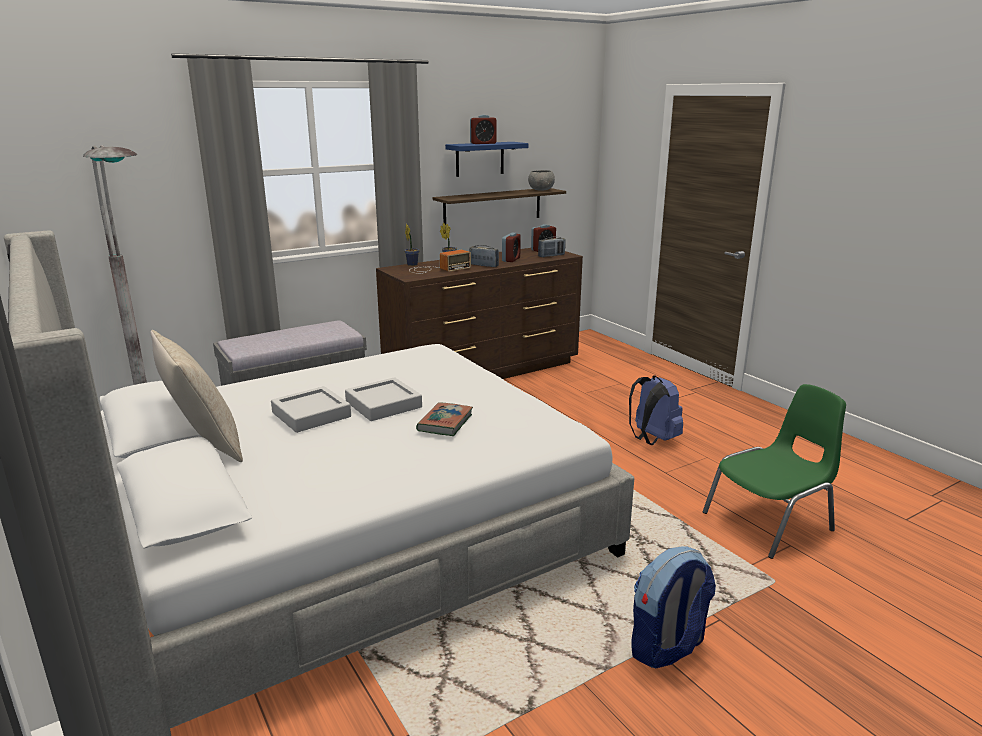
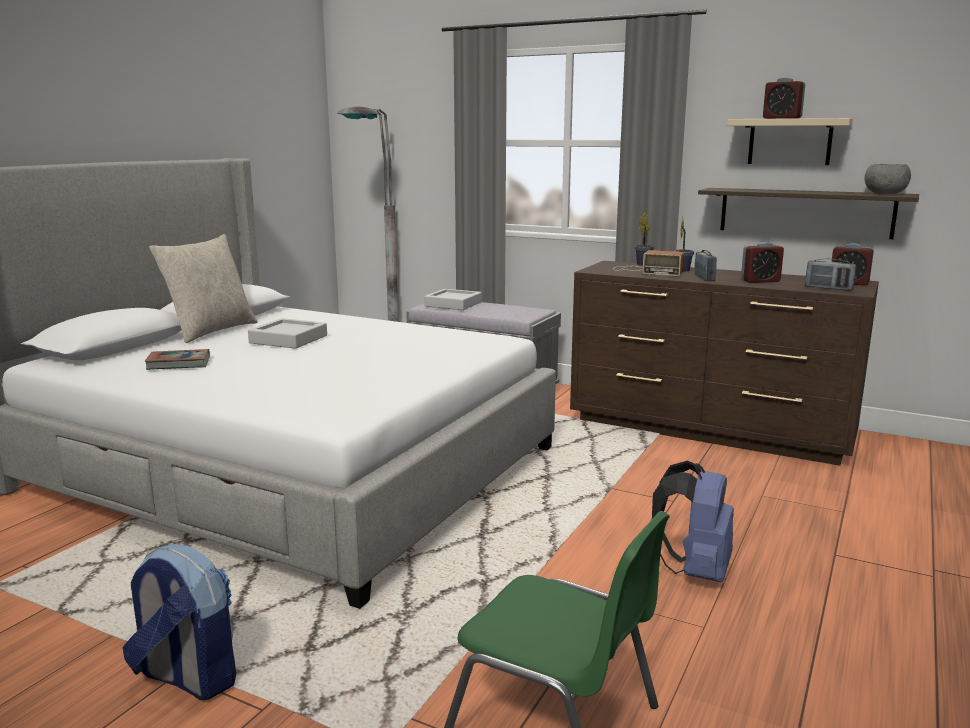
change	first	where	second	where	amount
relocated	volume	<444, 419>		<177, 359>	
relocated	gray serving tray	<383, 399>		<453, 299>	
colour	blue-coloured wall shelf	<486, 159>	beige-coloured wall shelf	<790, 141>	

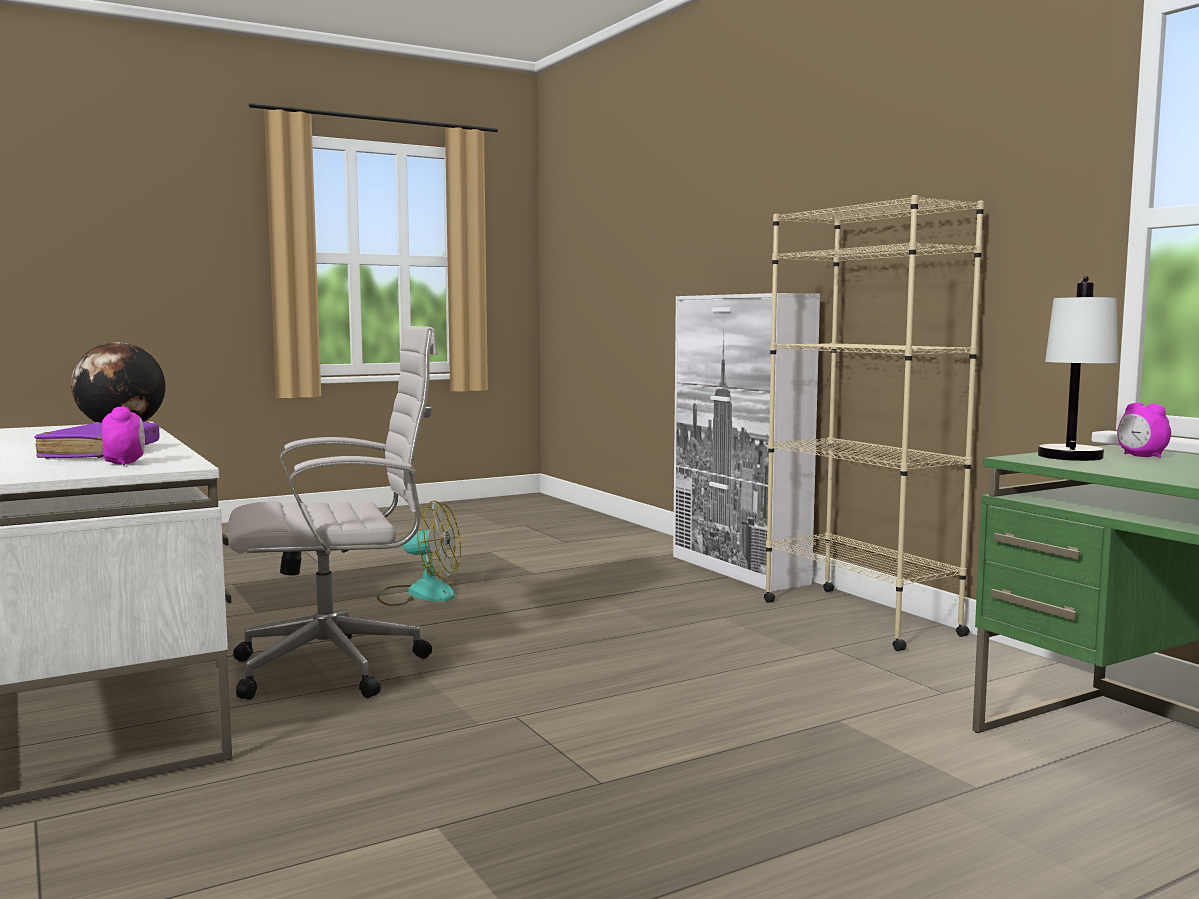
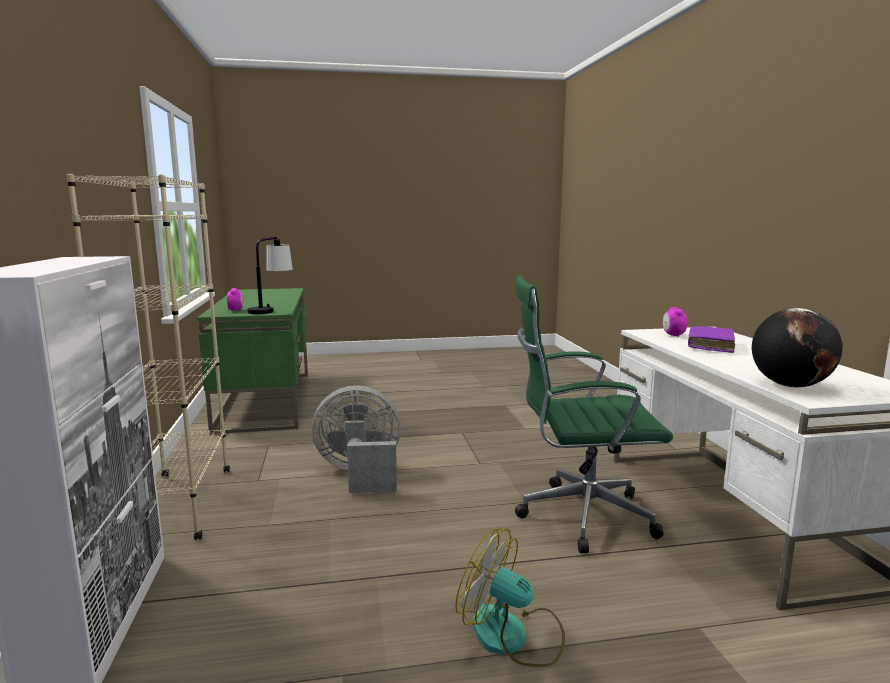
change	first	where	second	where	amount
appeared			gray cooling fan	<356, 439>	
colour	whitish office chair	<332, 513>	greenish office chair	<594, 414>	

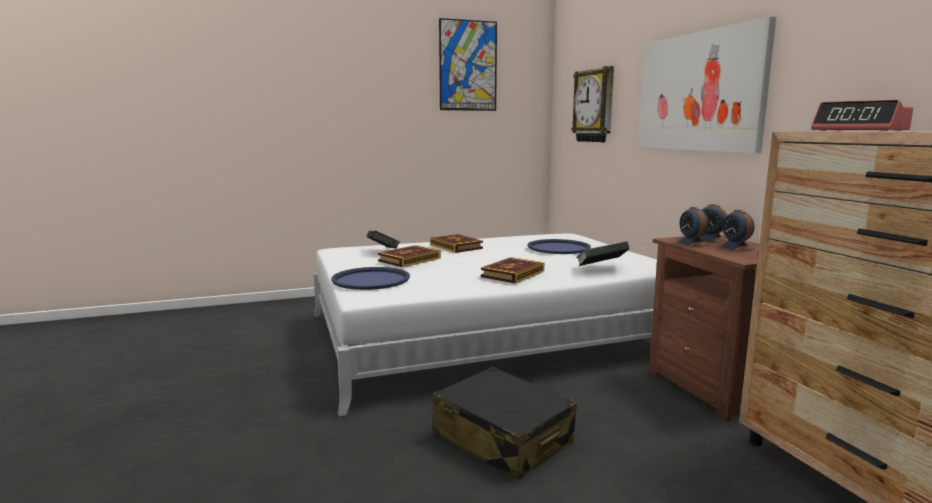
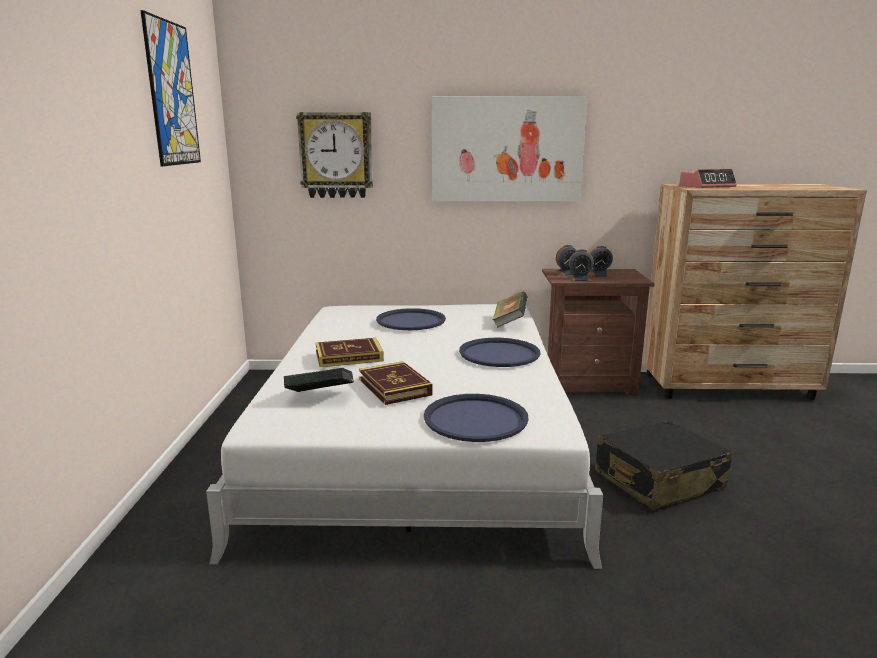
change	first	where	second	where	amount
exchanged	volume	<512, 270>	blue-coloured serving tray	<499, 352>	

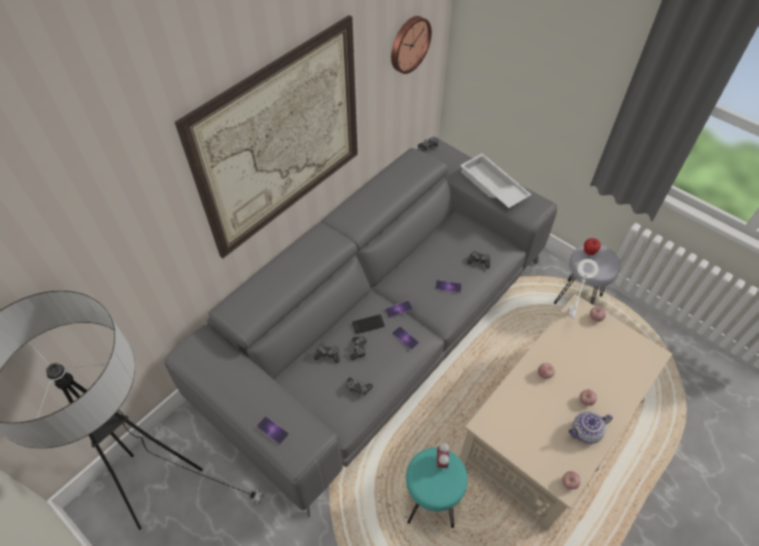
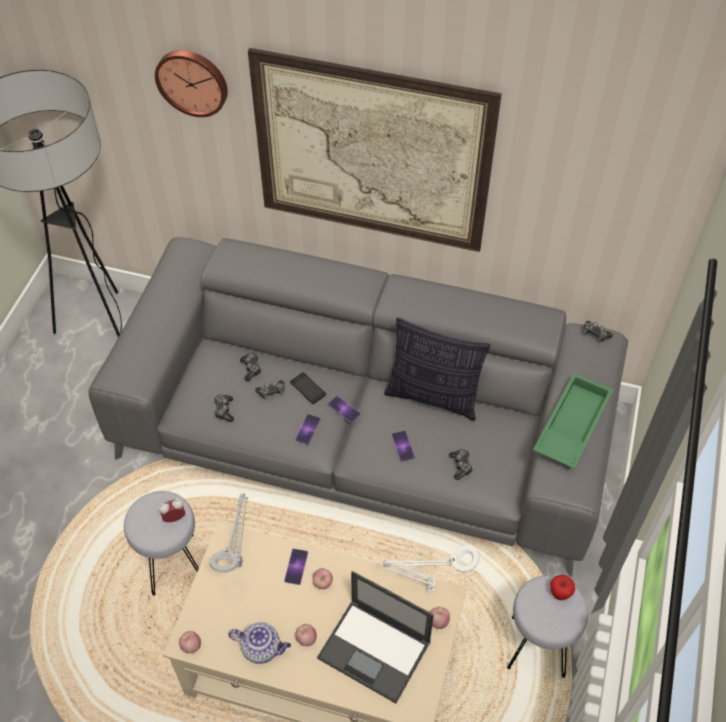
change	first	where	second	where	amount
colour	blue-green sitting stool	<437, 487>	gray sitting stool	<161, 543>	
relocated	clock on the wall	<411, 45>		<191, 83>	
appeared			gray lamp for a table	<228, 533>	
spun	teapot	<591, 427>		<259, 643>	150 degrees clockwise
relocated	phone	<272, 430>		<296, 567>	
appeared			notebook computer	<375, 637>	
appeared			cushion	<437, 369>	
colour	whitish serving tray	<496, 181>	greenish serving tray	<573, 421>	

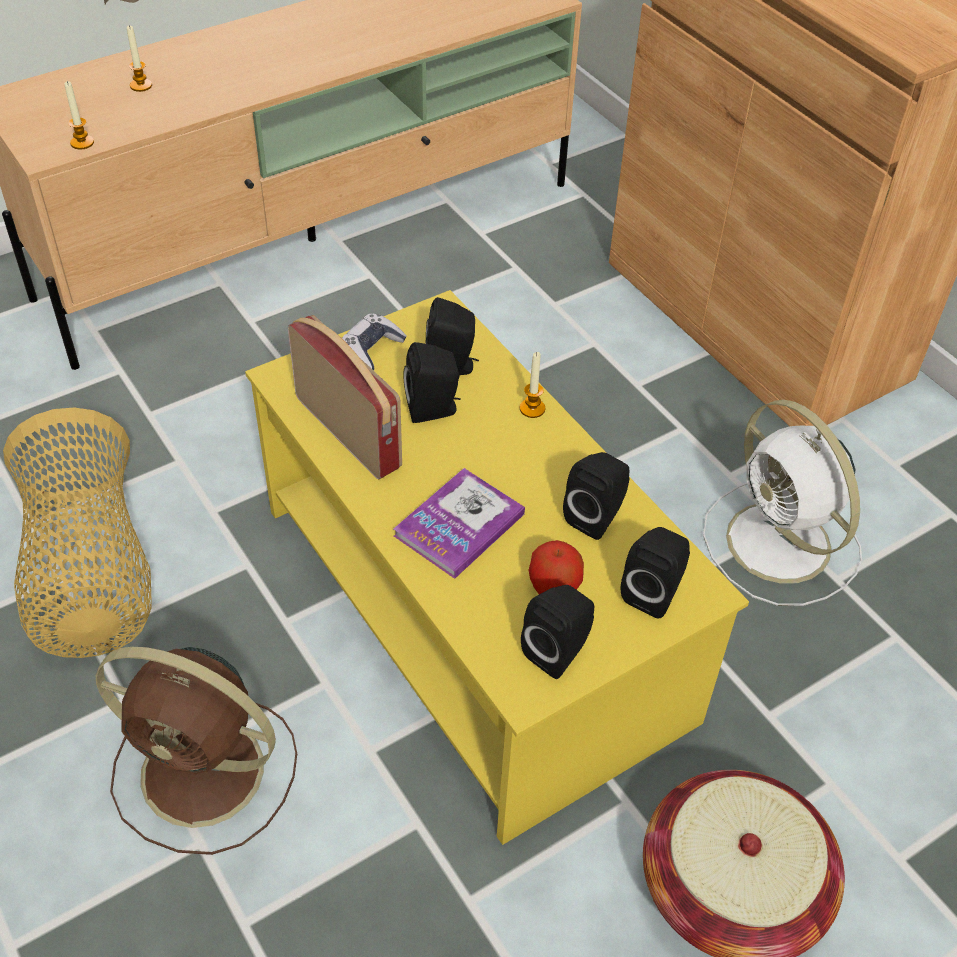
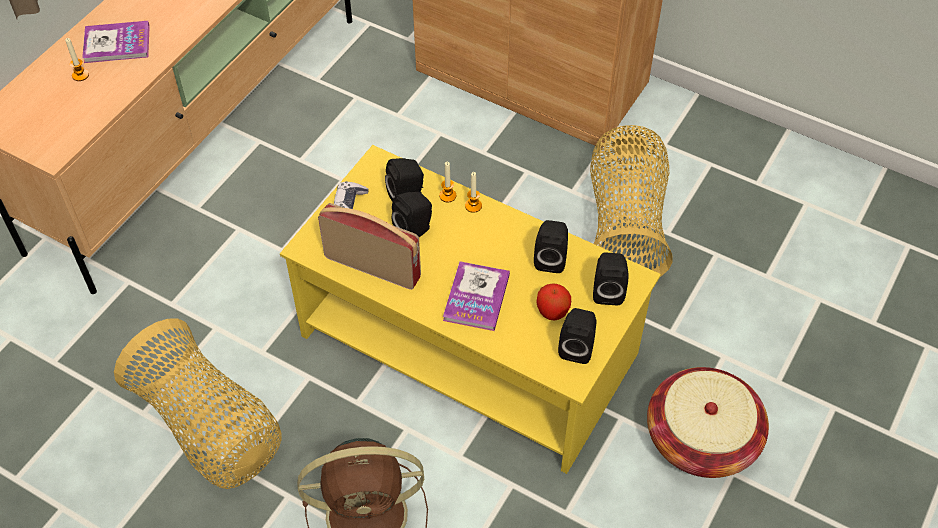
change	first	where	second	where	amount
appeared			volume	<116, 42>	
relocated	wax candle	<79, 115>		<447, 182>	
exchanged	whitish cooling fan	<782, 503>	basket	<631, 201>	

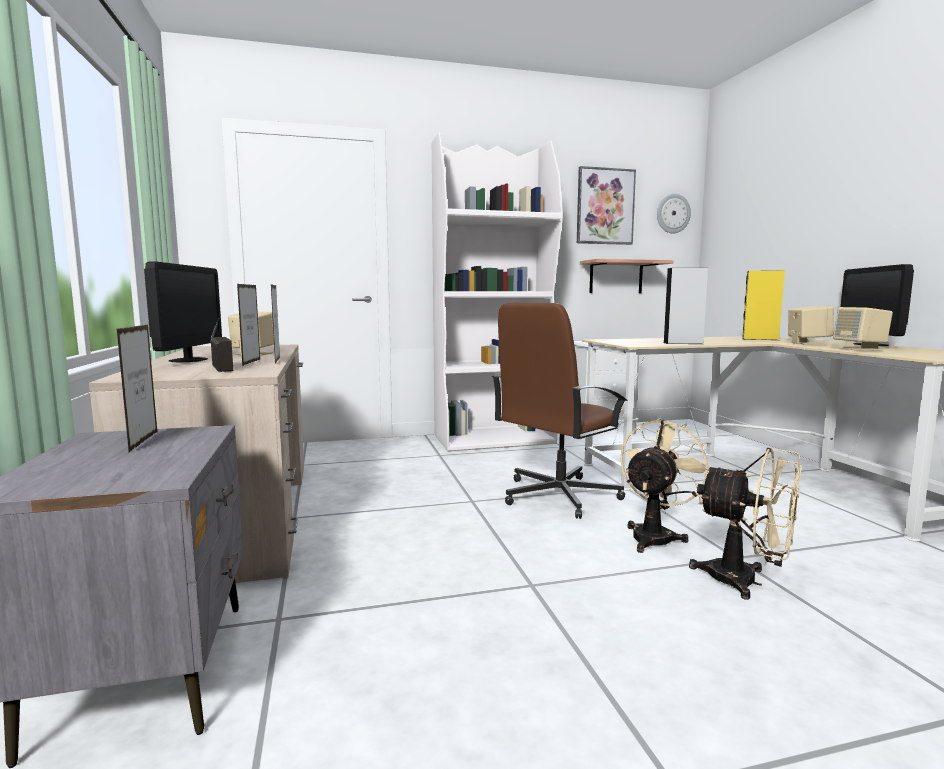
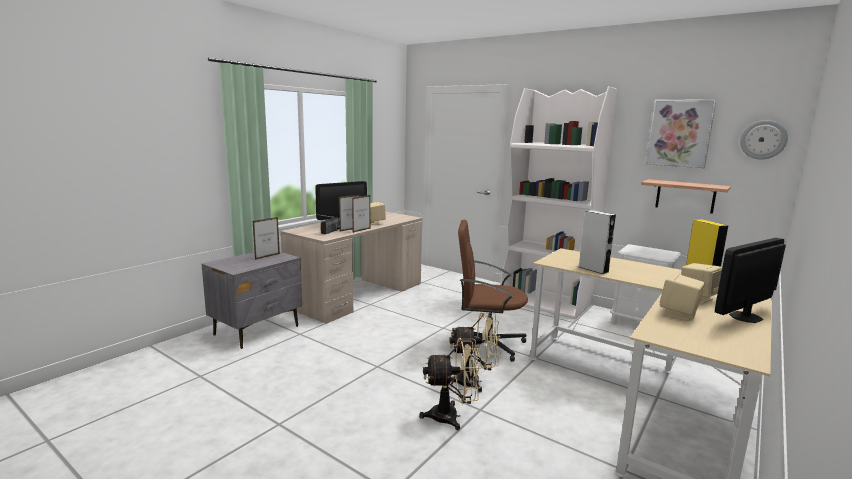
change	first	where	second	where	amount
spun	beige-coloured cooling fan	<745, 524>		<450, 384>	90 degrees counterclockwise

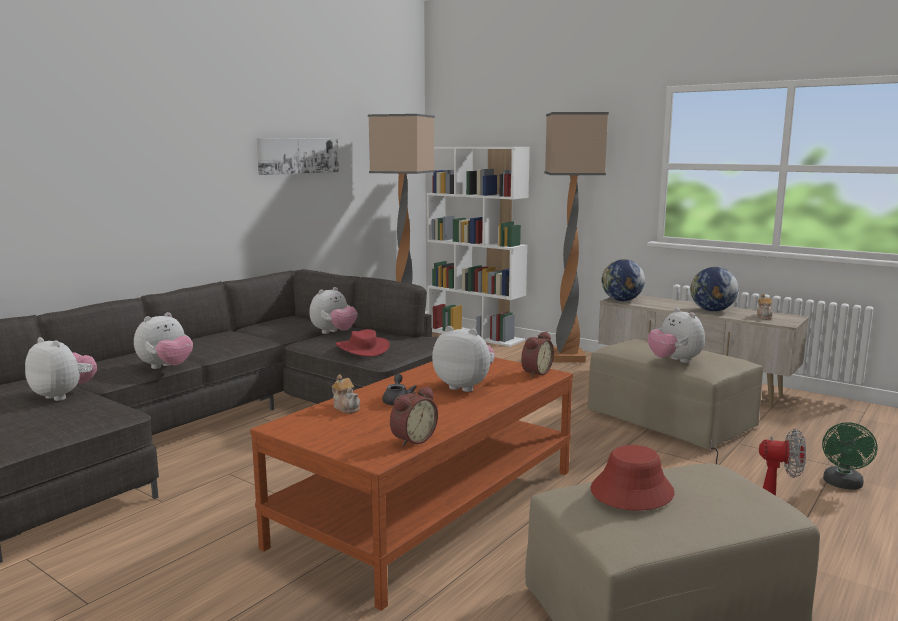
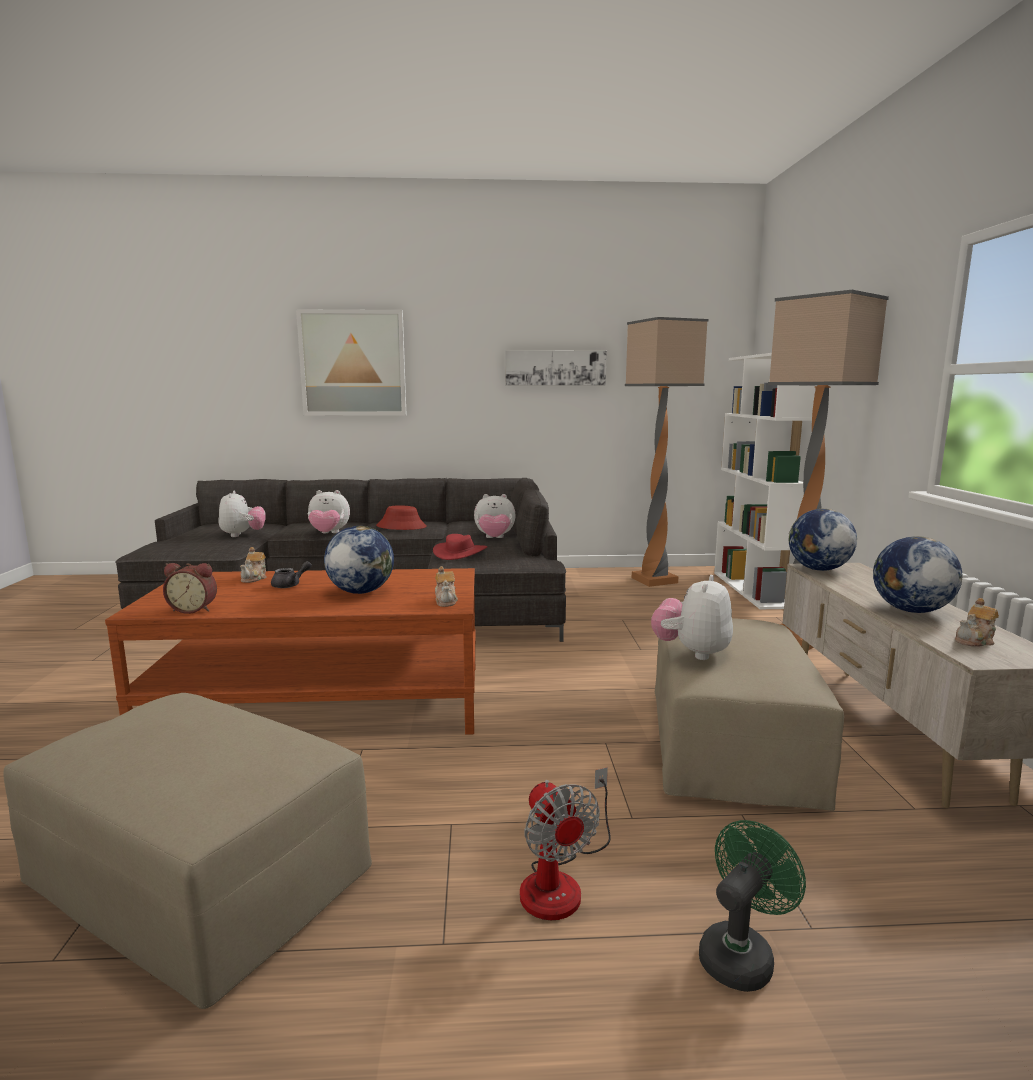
change	first	where	second	where	amount
appeared			picture	<351, 362>	
exchanged	cuddly toy	<463, 359>	globe	<359, 560>	
relocated	reddish clothing hat	<633, 477>		<401, 517>	
exchanged	table clock	<537, 354>	teapot	<446, 586>	
spun	greenish cooling fan	<849, 456>		<752, 906>	150 degrees clockwise

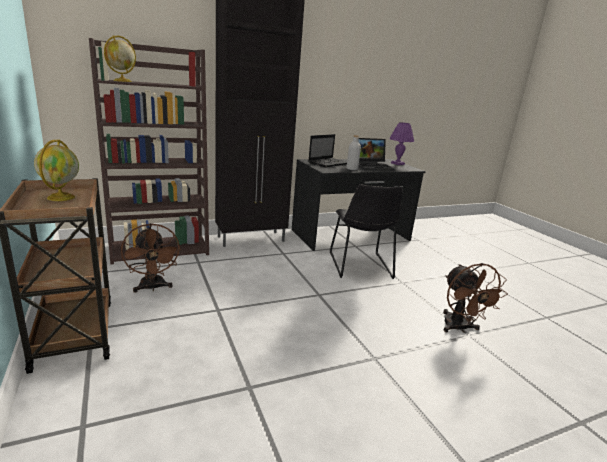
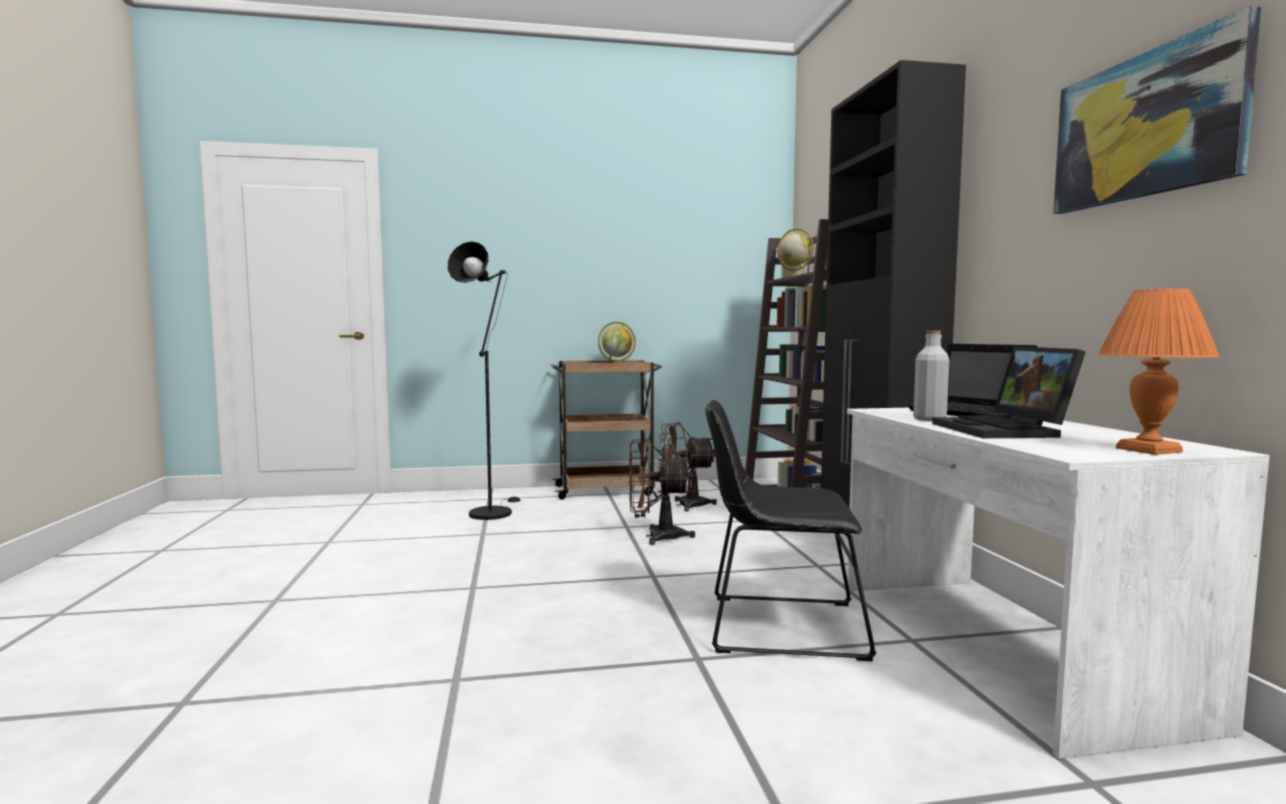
change	first	where	second	where	amount
appeared			black standard lamp	<484, 381>	
relocated	brown cooling fan	<475, 298>		<662, 491>	
colour	black desk table	<359, 205>	whitish desk table	<1058, 583>	
appeared			picture	<1157, 110>	
colour	purple lamp for a table	<401, 143>	orangey lamp for a table	<1159, 372>	

